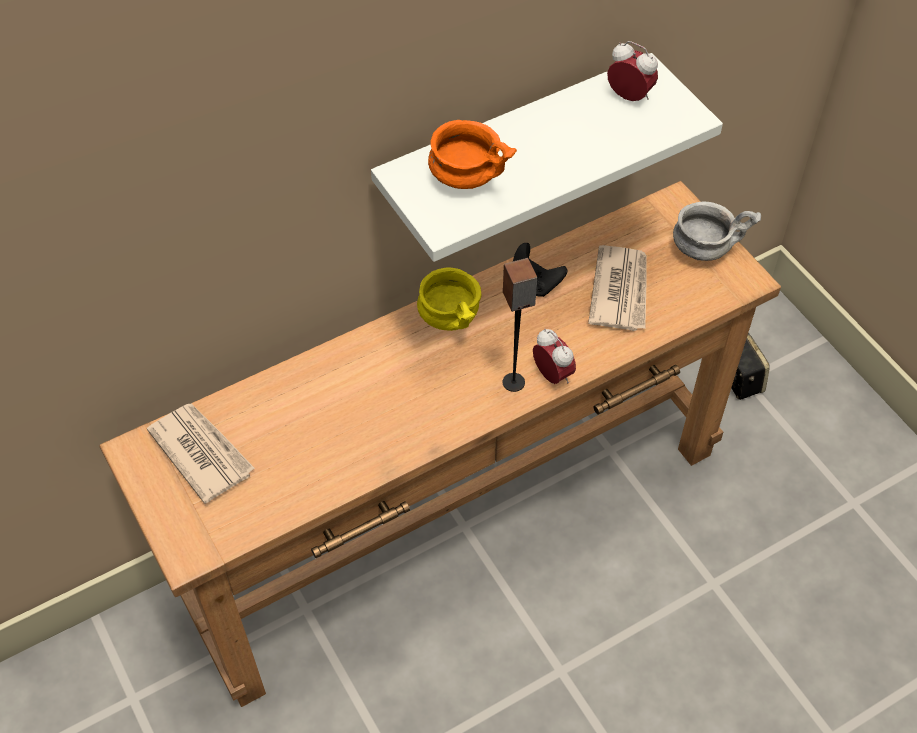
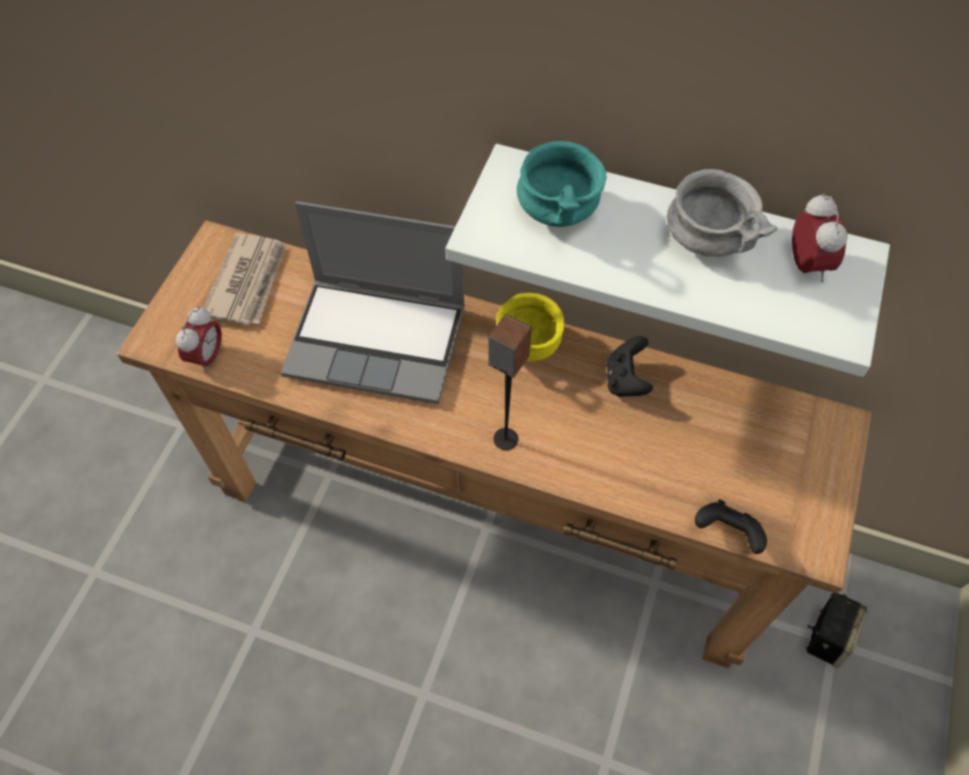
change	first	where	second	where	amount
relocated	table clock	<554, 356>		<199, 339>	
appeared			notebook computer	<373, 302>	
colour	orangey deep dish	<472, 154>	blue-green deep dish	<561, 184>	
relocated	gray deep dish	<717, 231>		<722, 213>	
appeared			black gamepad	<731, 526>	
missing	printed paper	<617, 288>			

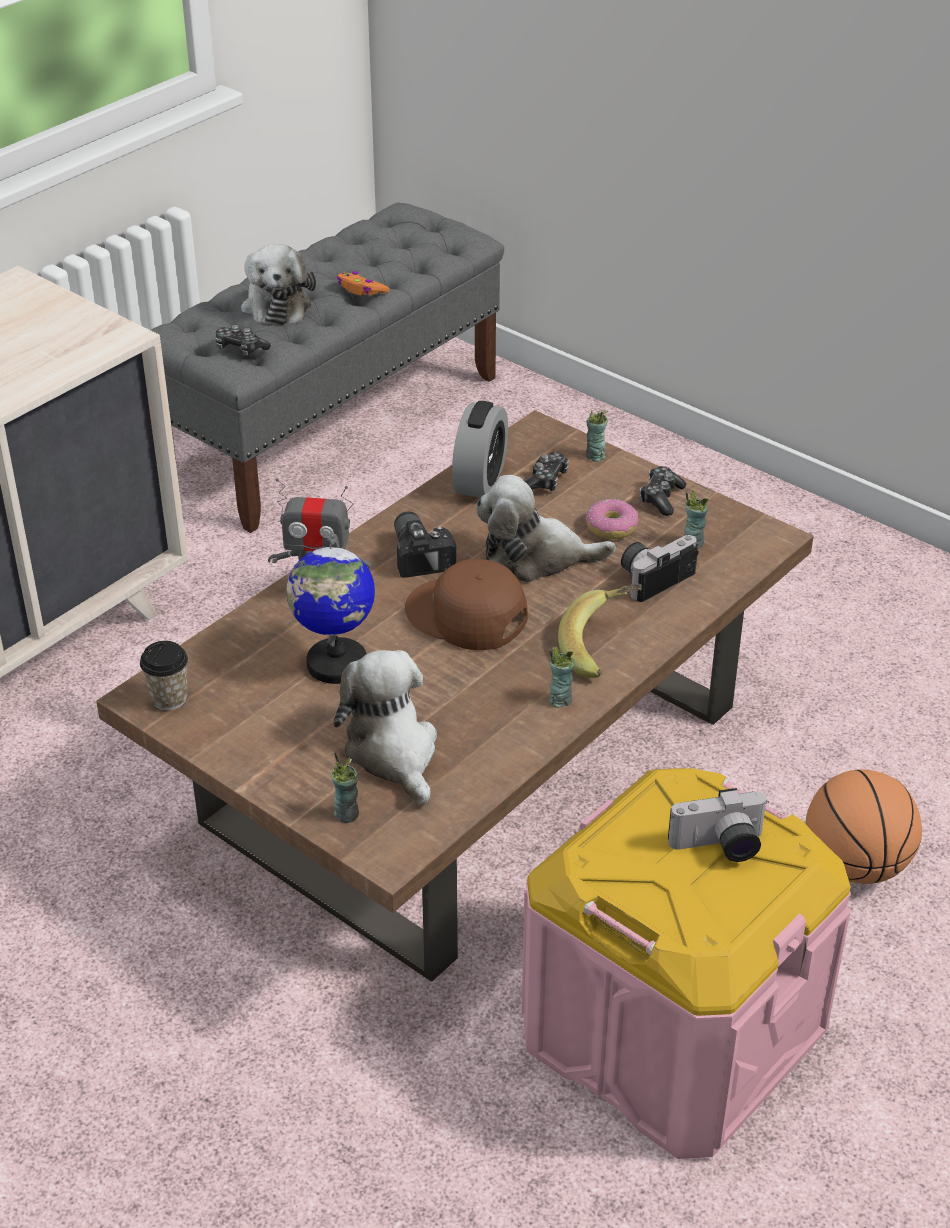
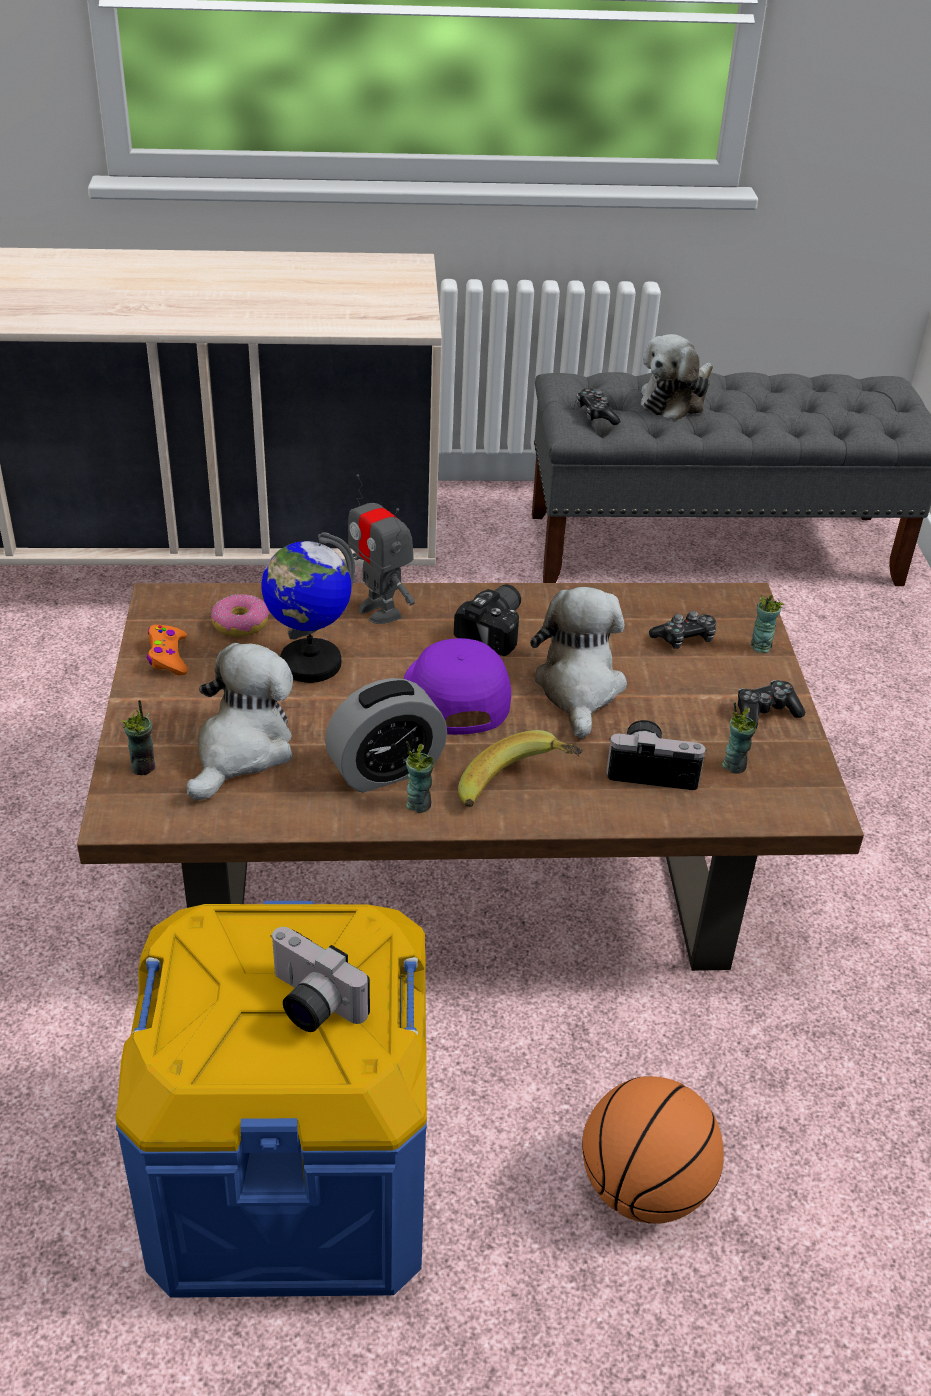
change	first	where	second	where	amount
colour	pink storage container	<686, 963>	blue-coloured storage container	<271, 1099>	
relocated	orangey gamepad	<363, 283>		<167, 650>	
relocated	ring doughnut	<612, 519>		<240, 615>	
relocated	table clock	<480, 449>		<386, 735>	
colour	brown peaked cap	<466, 604>	purple peaked cap	<457, 686>	
spun	cuddly toy	<546, 528>		<578, 663>	45 degrees clockwise
missing	small cup	<164, 675>			

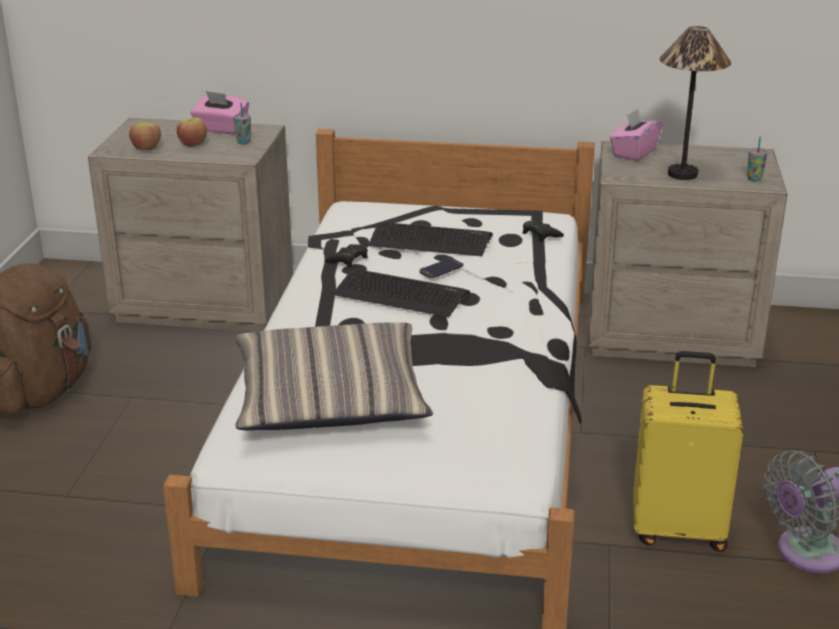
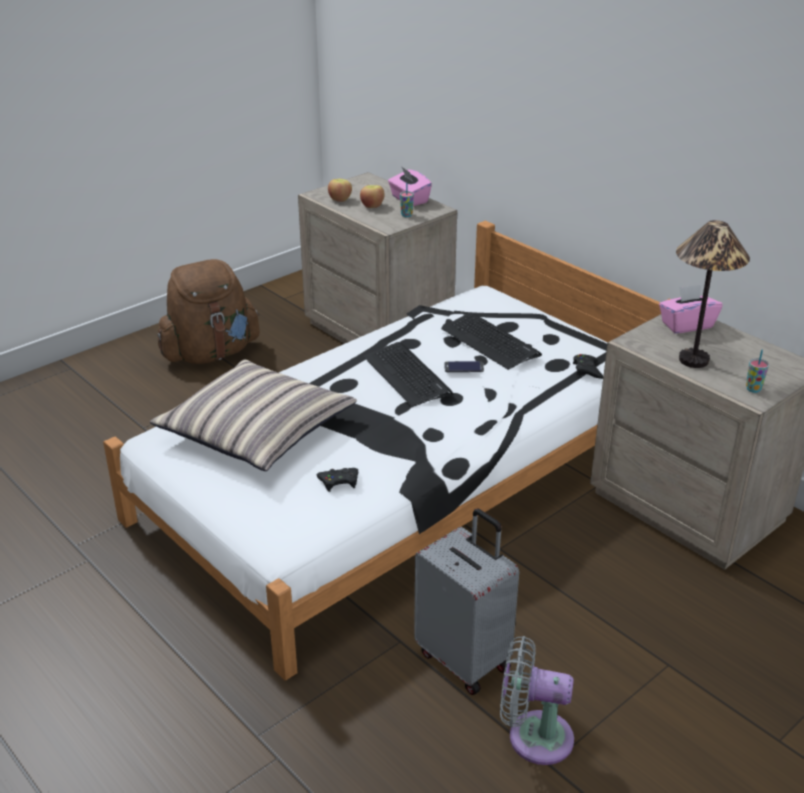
change	first	where	second	where	amount
relocated	black gamepad	<346, 255>		<337, 480>	
colour	yellowish piece of luggage	<688, 451>	gray piece of luggage	<466, 601>	

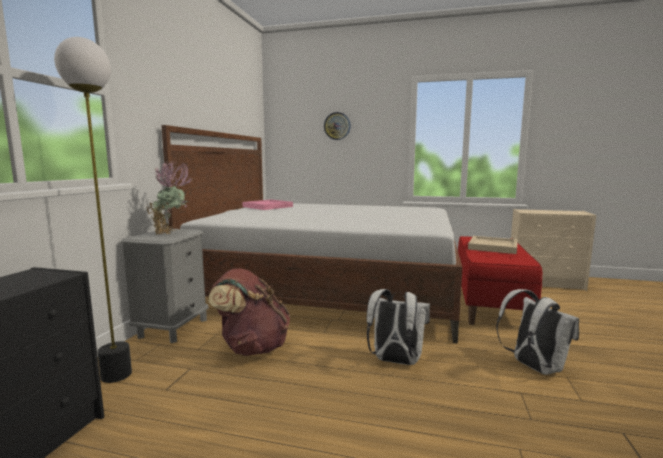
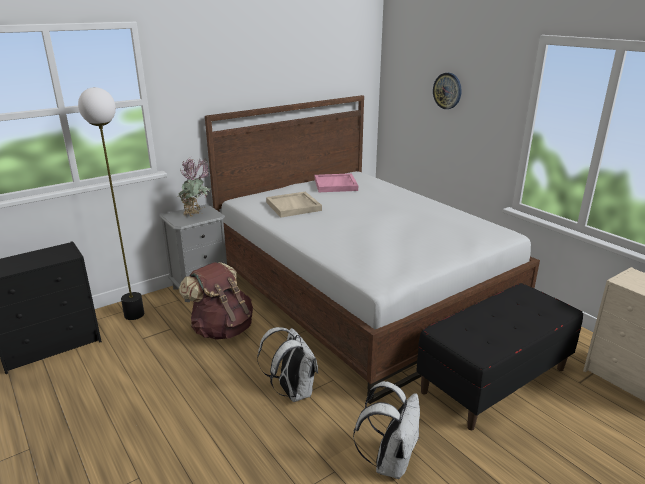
change	first	where	second	where	amount
relocated	beige-coloured serving tray	<493, 245>		<294, 204>	
colour	reddish indoor bench	<500, 280>	black indoor bench	<499, 356>	

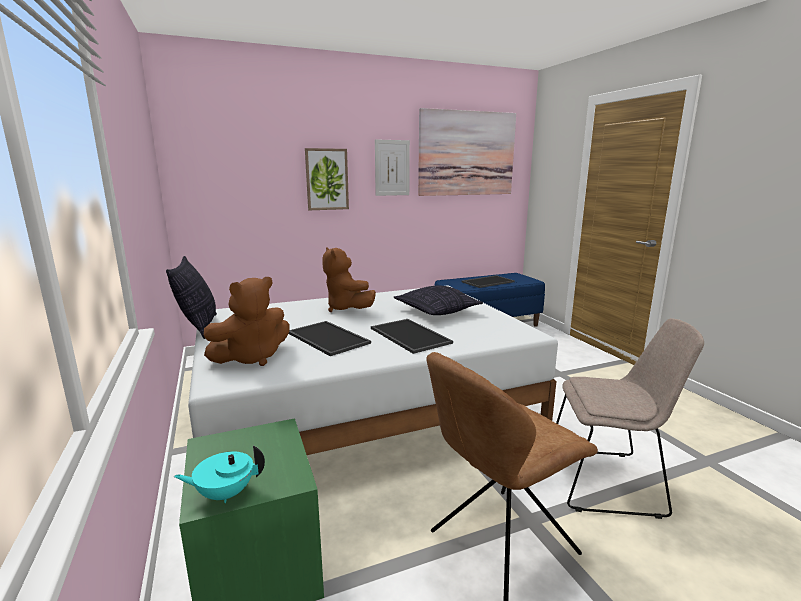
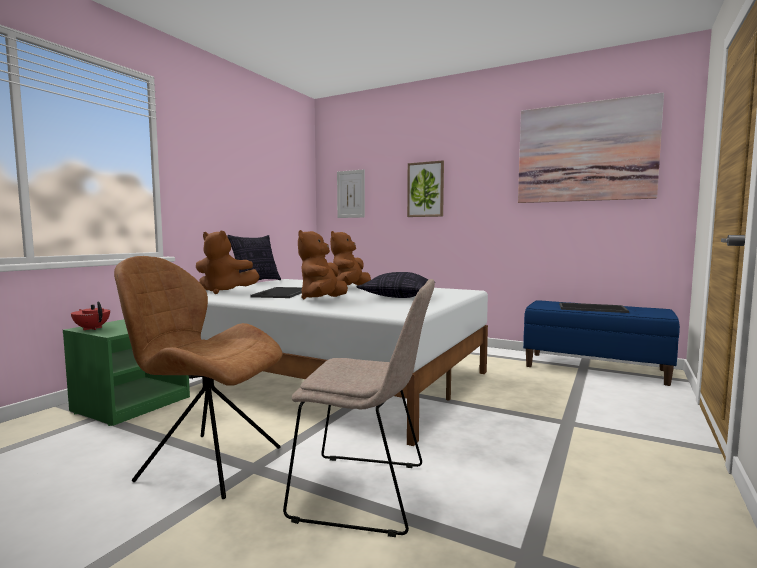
change	first	where	second	where	amount
colour	blue-green teapot	<219, 474>	reddish teapot	<90, 315>	
spun	beige-coloured plain chair	<630, 418>		<359, 408>	45 degrees counterclockwise
exchanged	serving tray	<412, 336>	brown cuddly toy	<323, 264>	
relocated	picture	<392, 167>		<351, 193>	

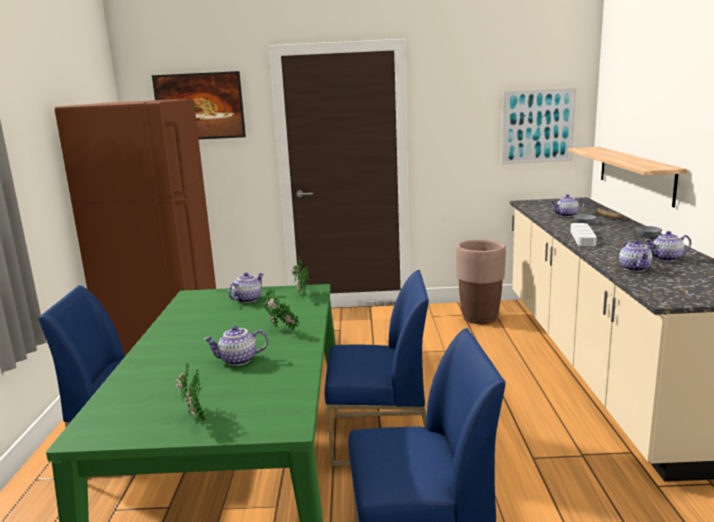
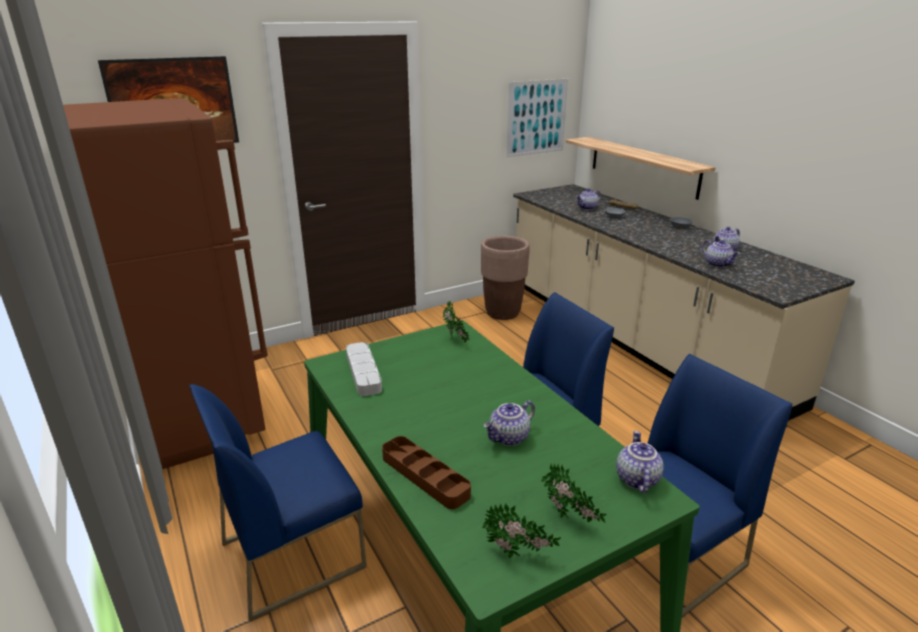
change	first	where	second	where	amount
relocated	gray serving tray	<583, 234>		<364, 369>	
appeared			brown serving tray	<426, 472>	
relocated	houseplant	<280, 309>		<522, 530>	
relocated	teapot	<246, 287>		<640, 462>	

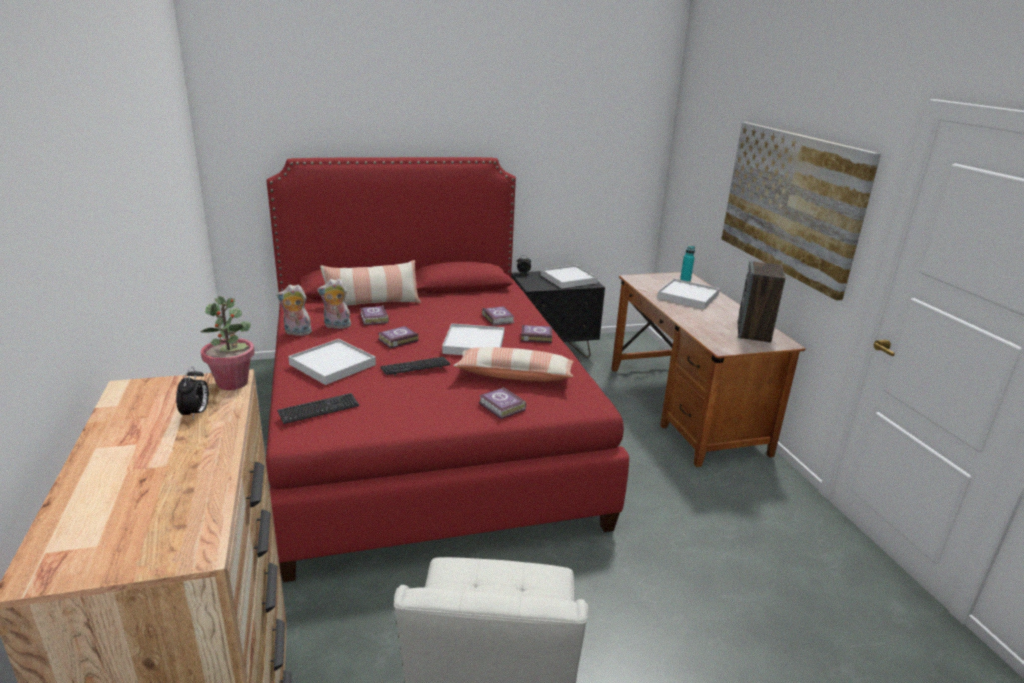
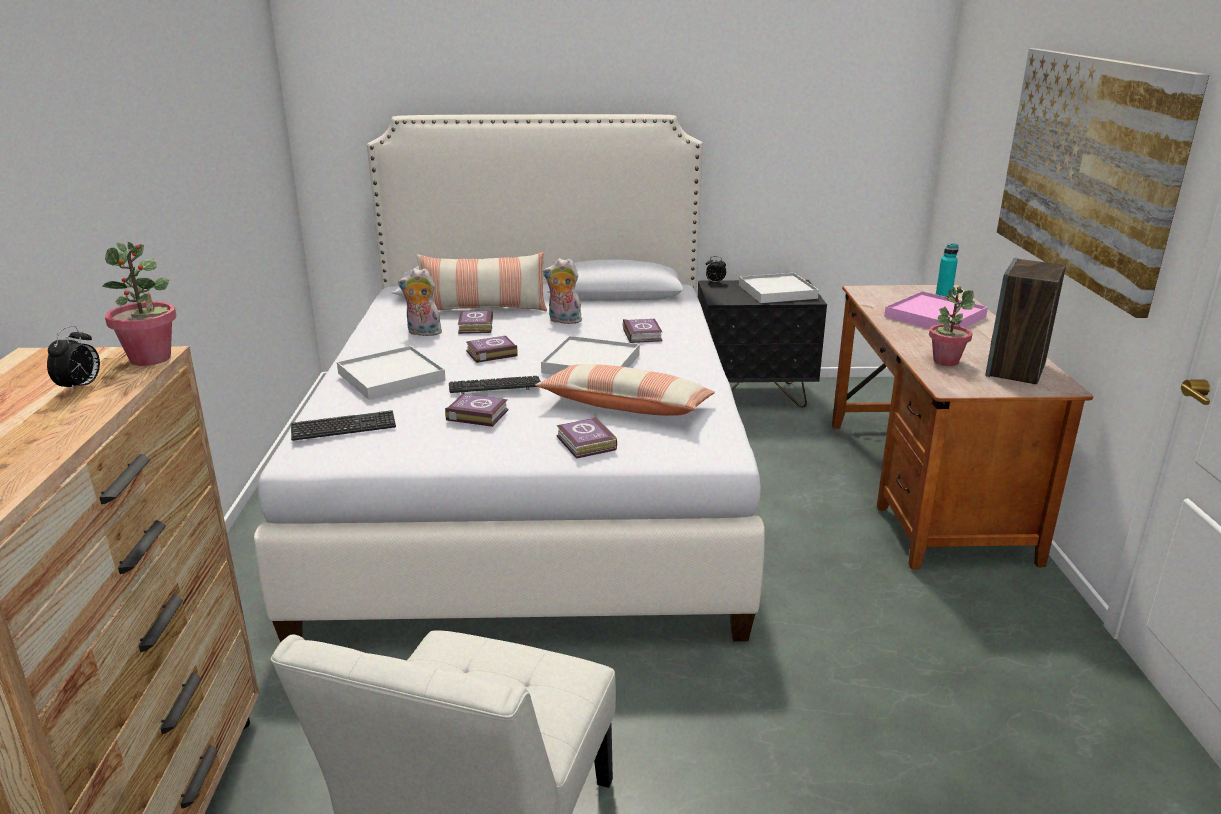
change	first	where	second	where	amount
colour	reddish sleeping bed	<447, 369>	whitish sleeping bed	<509, 378>	
relocated	volume	<536, 334>		<477, 410>	
relocated	cuddly toy	<294, 310>		<562, 291>	
colour	whitish serving tray	<688, 294>	pink serving tray	<936, 310>	
appeared			houseplant	<952, 326>	

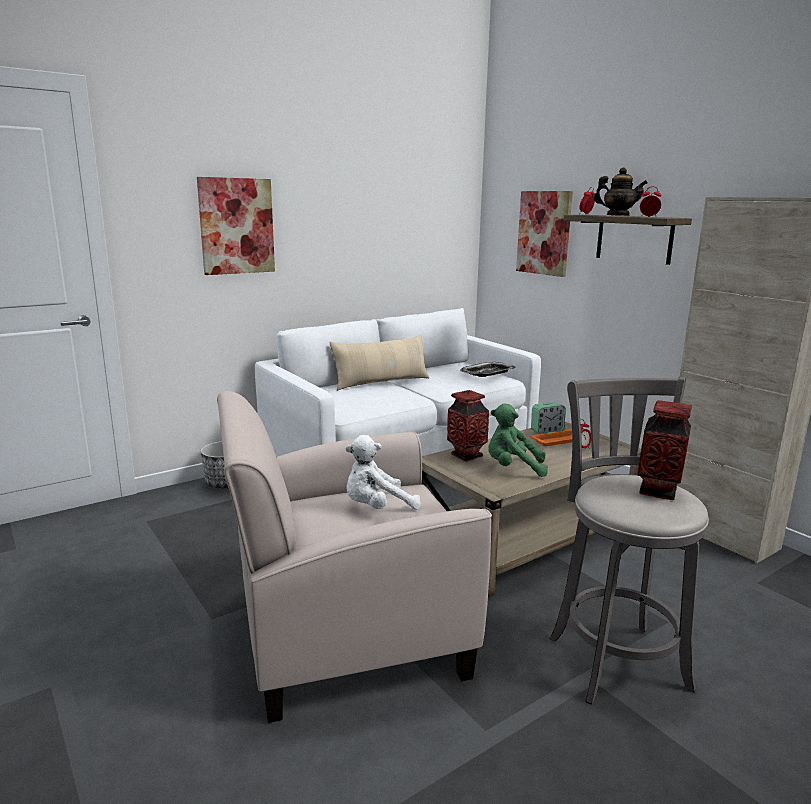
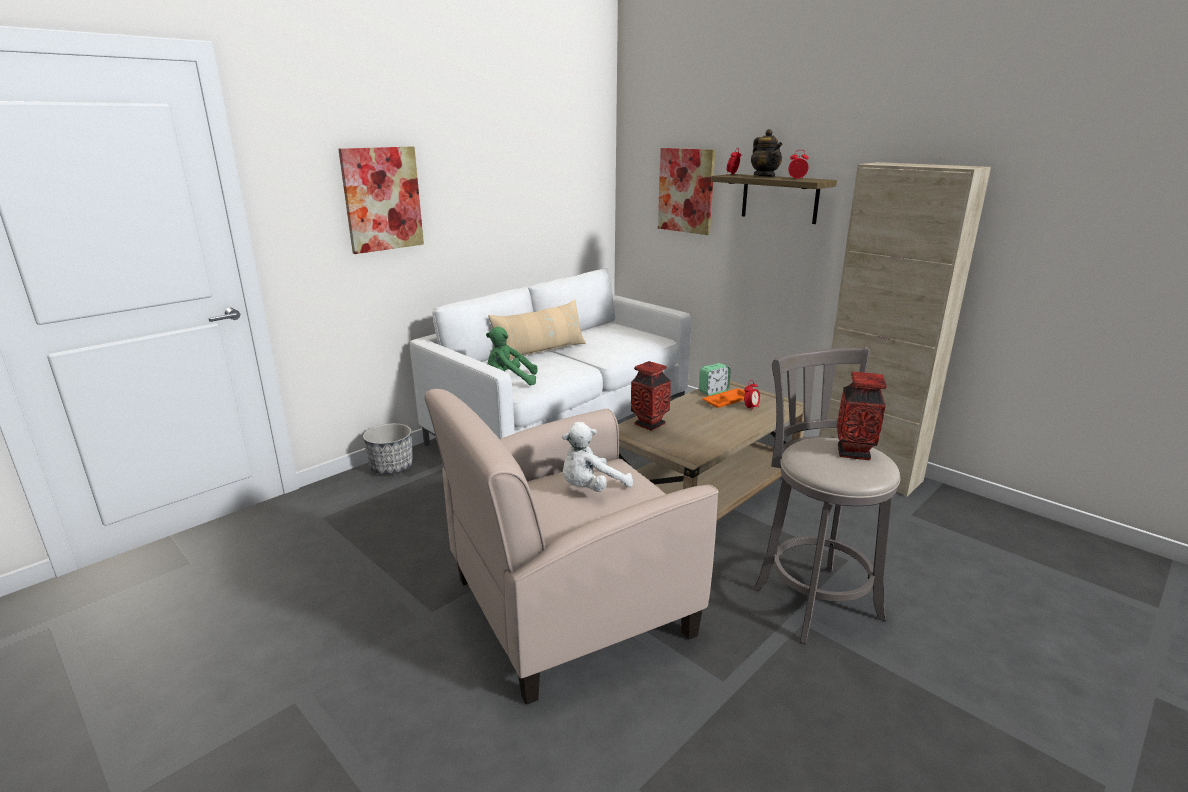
change	first	where	second	where	amount
relocated	greenish cuddly toy	<518, 440>		<512, 356>	
spun	teapot	<621, 191>		<766, 153>	60 degrees clockwise
missing	serving tray	<488, 369>			

